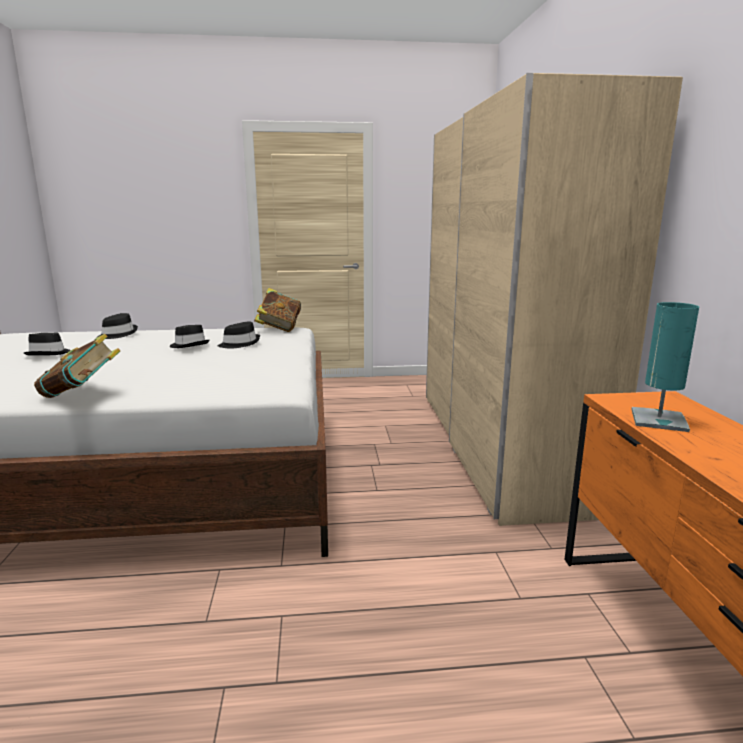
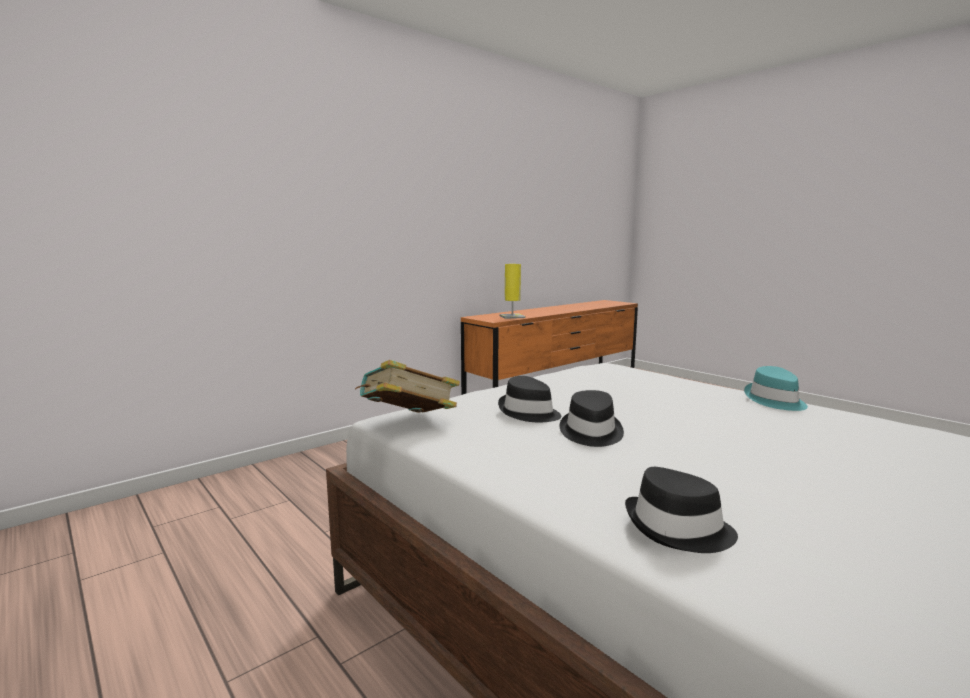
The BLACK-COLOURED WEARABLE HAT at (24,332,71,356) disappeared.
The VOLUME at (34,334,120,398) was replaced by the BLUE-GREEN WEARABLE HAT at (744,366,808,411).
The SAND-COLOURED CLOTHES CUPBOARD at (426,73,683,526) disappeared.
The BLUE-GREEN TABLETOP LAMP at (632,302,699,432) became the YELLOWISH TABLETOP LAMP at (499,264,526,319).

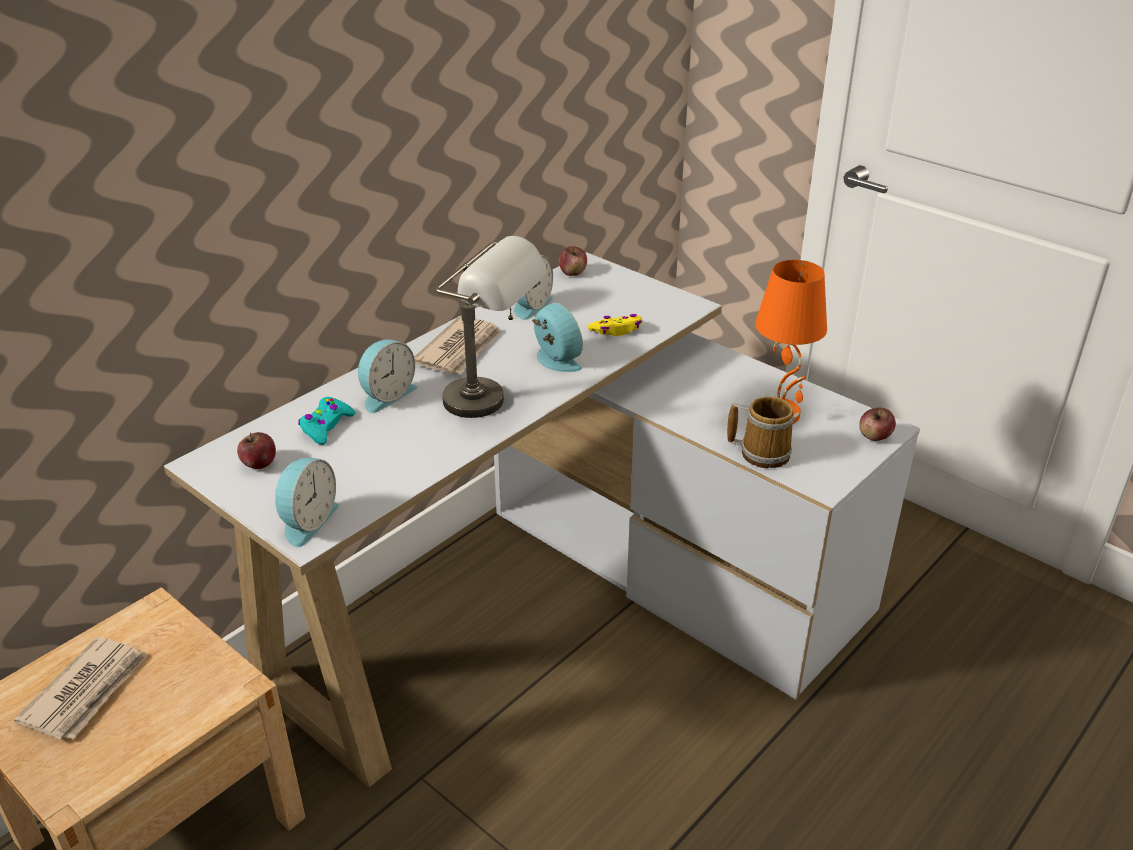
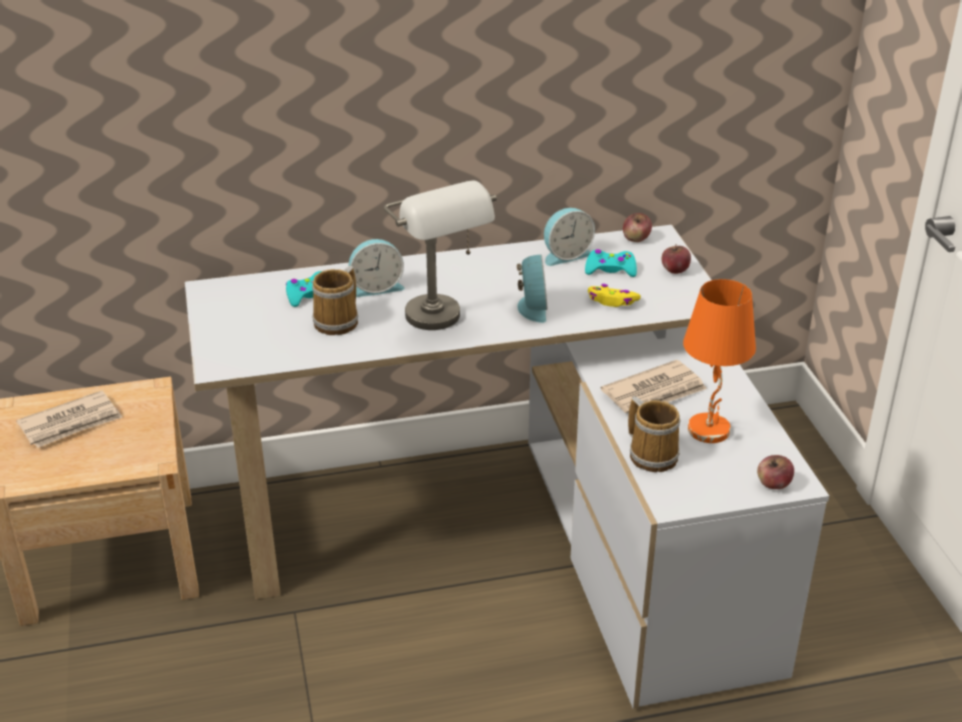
The APPLE moved from (237,432,276,469) to (662,244,691,274).
The ALARM CLOCK at (275,458,339,547) disappeared.
The PRINTED PAPER moved from (414,316,501,374) to (601,360,707,413).
The TEA MUG at (312,266,358,335) appeared.
The BLUE-GREEN JOYPAD at (585,249,637,277) appeared.

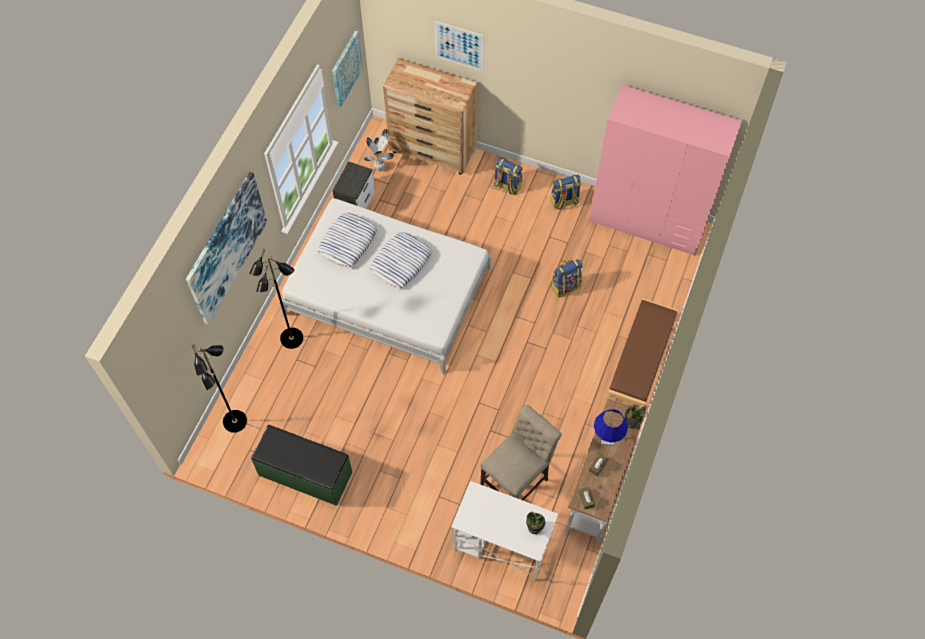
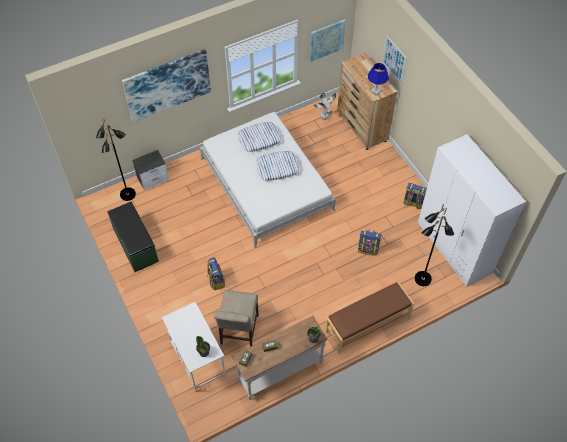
The BLACK-COLOURED FLOOR LAMP moved from (249,248,303,349) to (415,208,454,286).
The NIGHT TABLE moved from (332,161,375,208) to (132,150,169,190).
The SAND-COLOURED PLAIN CHAIR at (480,405,562,501) turned 105 degrees clockwise.
The KNAPSACK moved from (494,157,523,195) to (207,257,225,290).
The PINKISH CLOTHES CUPBOARD at (589,84,742,256) became the WHITE CLOTHES CUPBOARD at (418,134,526,287).
The BLUISH TABLETOP LAMP moved from (594,409,628,446) to (368,63,389,95).

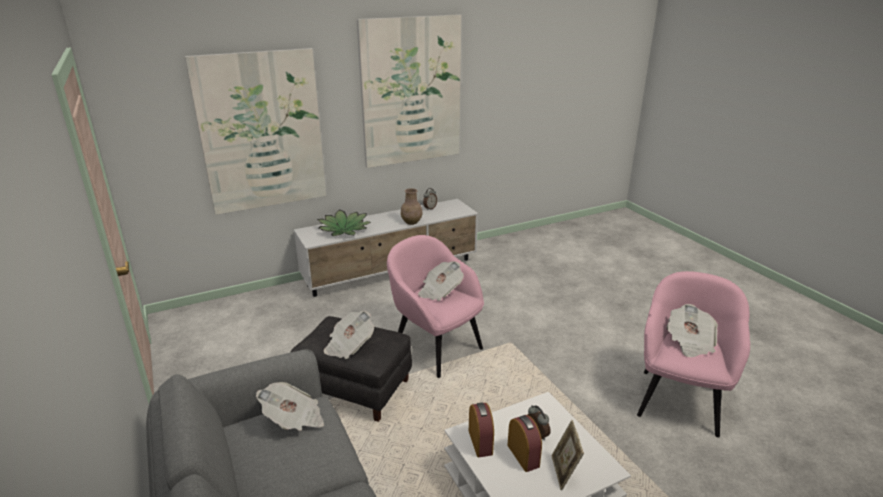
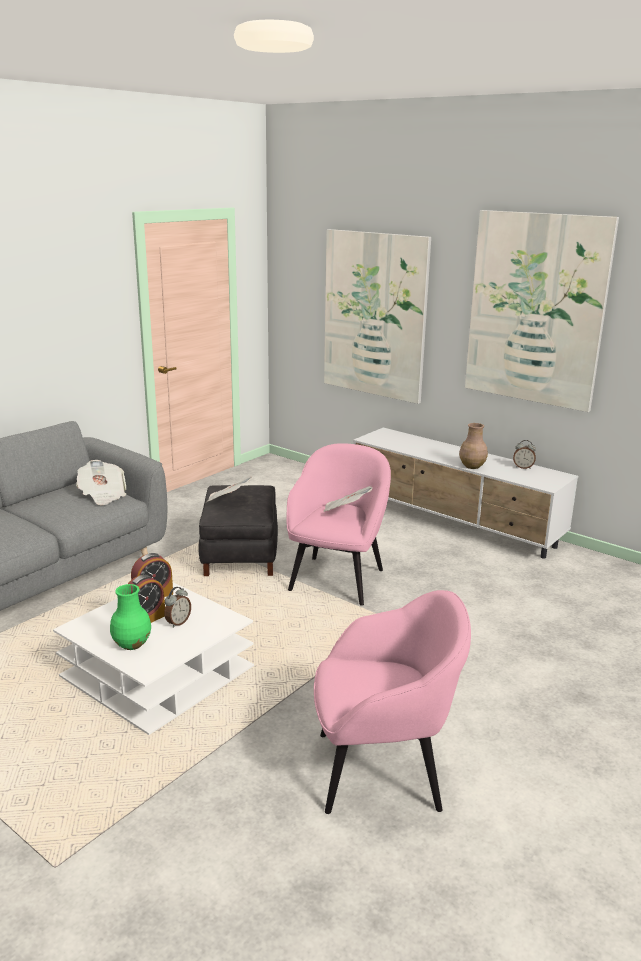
The PLANT IN A POT at (317,209,371,236) disappeared.
The PICTURE FRAME at (551,420,584,490) was replaced by the GREENISH VASE at (110,584,151,650).
The PRINTED PAPER at (667,304,718,357) disappeared.

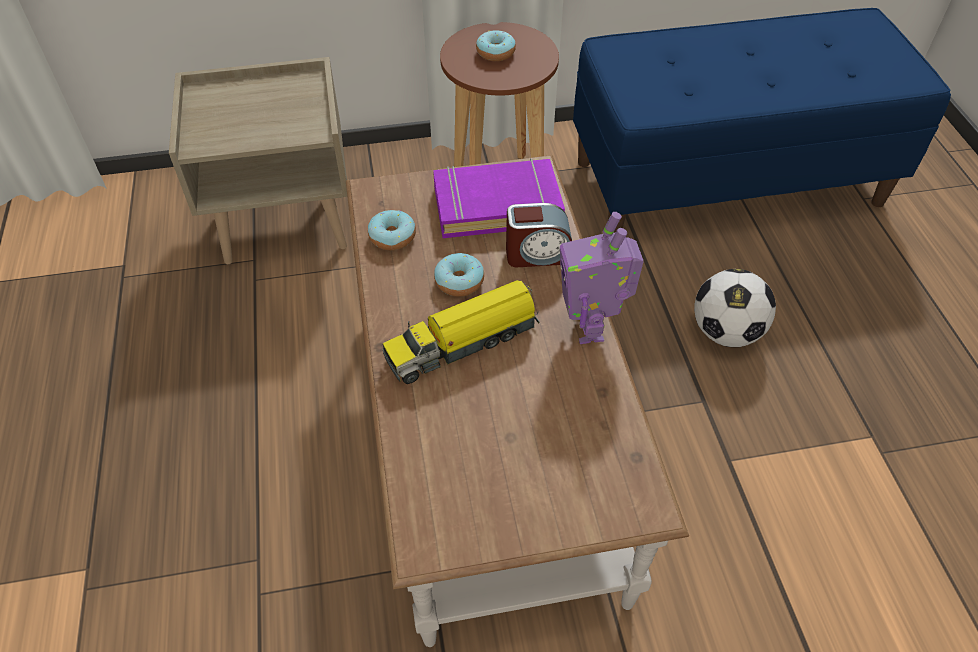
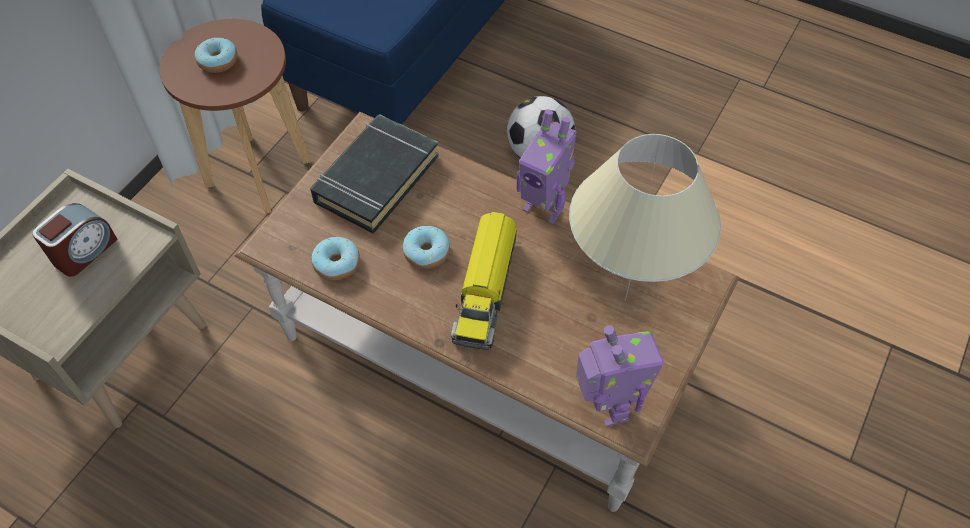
The PURPLE-COLOURED VOLUME at (433,158,565,238) became the BLACK-COLOURED VOLUME at (310,114,439,234).
The ALARM CLOCK moved from (506,203,572,267) to (33,203,118,277).
The SAND-COLOURED TABLETOP LAMP at (569,134,721,301) appeared.
The TOY ROBOT at (576,325,664,427) appeared.

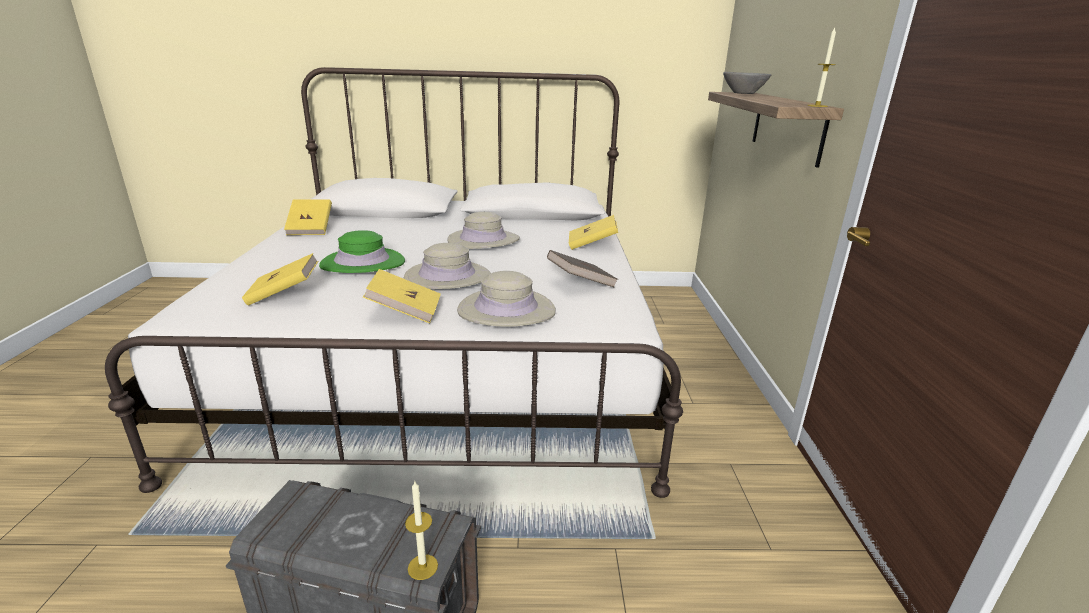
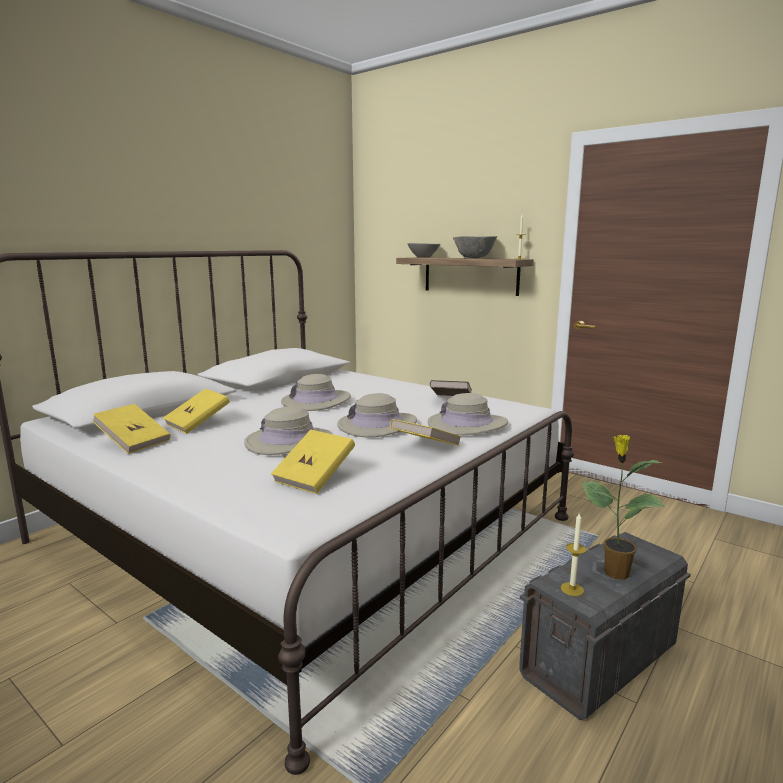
The GREENISH WEARABLE HAT at (319,230,405,273) became the SAND-COLOURED WEARABLE HAT at (244,407,332,455).
The WAX CANDLE moved from (405,480,438,580) to (561,512,586,596).
The YELLOWISH VOLUME moved from (569,215,618,250) to (163,389,230,434).
The GREY BOWL at (453,236,497,258) appeared.
The PLANT IN A POT at (582,435,665,580) appeared.

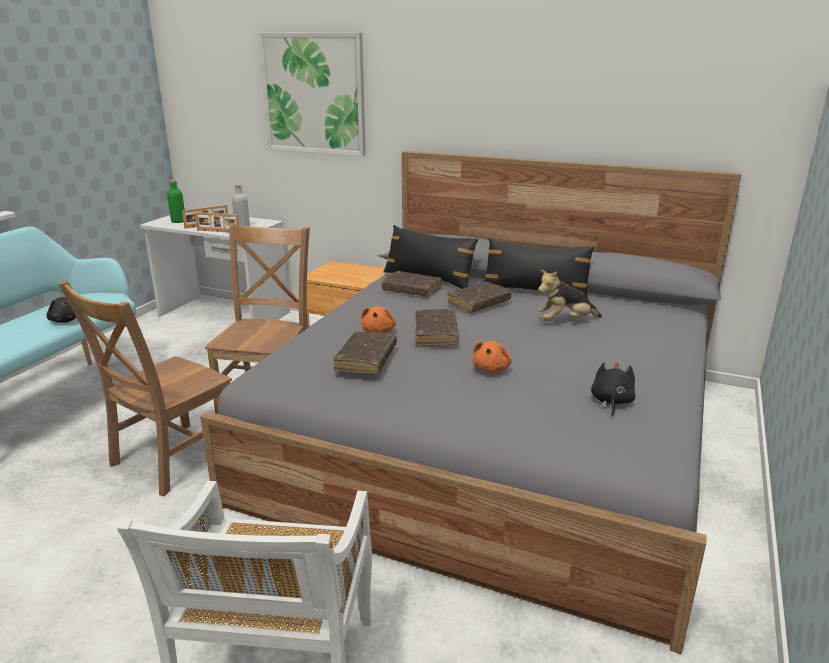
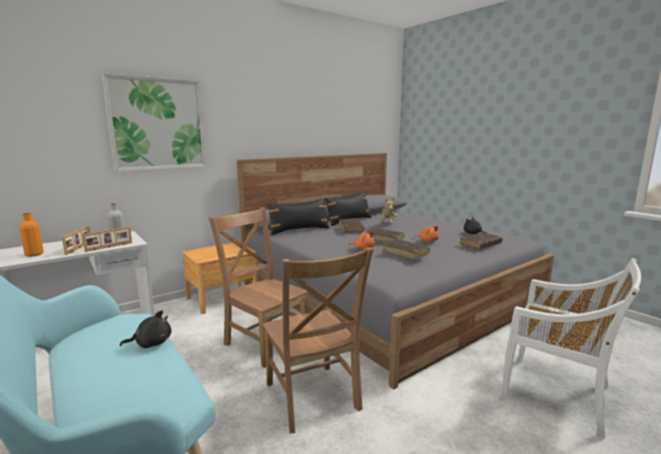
The GREENISH DRINK BOTTLE at (167,180,185,223) became the ORANGEY DRINK BOTTLE at (19,212,44,257).
The BROWNISH VOLUME moved from (382,271,442,297) to (460,232,503,249).

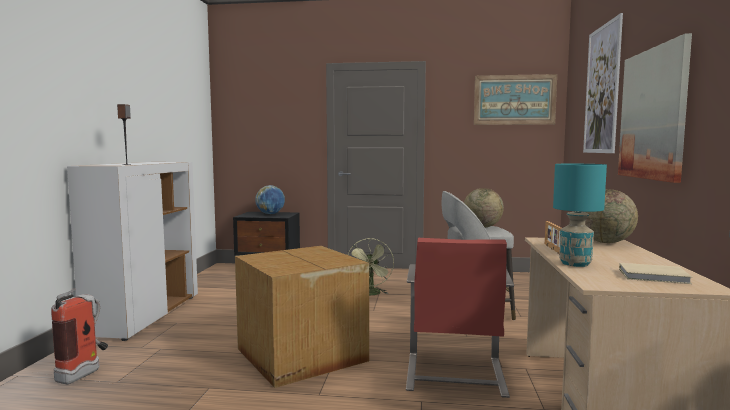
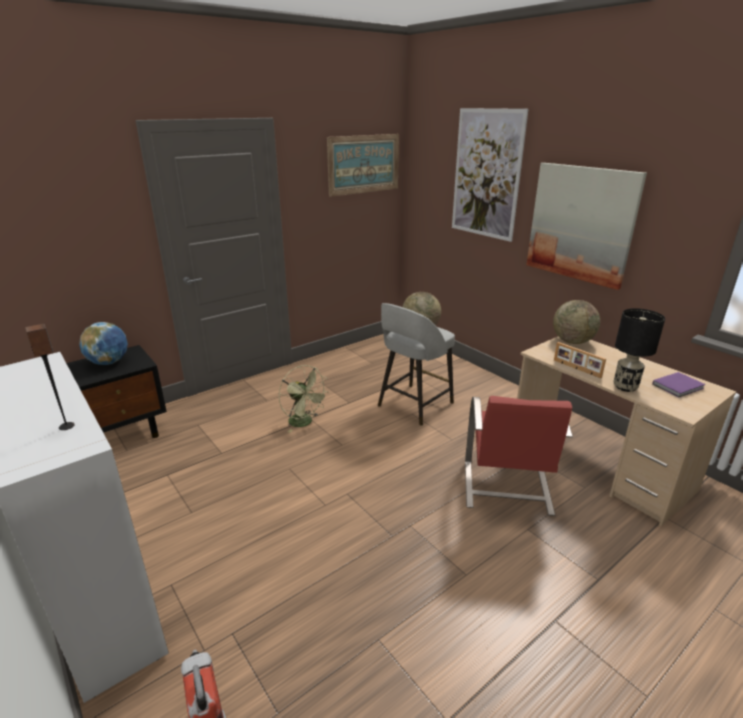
The CARTON at (235,246,369,388) disappeared.
The RED PLAIN CHAIR at (406,238,514,398) turned 45 degrees clockwise.
The BLUE-GREEN TABLETOP LAMP at (553,164,607,267) became the BLACK-COLOURED TABLETOP LAMP at (613,308,665,392).
The SAND-COLOURED VOLUME at (619,263,692,284) became the PURPLE-COLOURED VOLUME at (652,372,706,397).

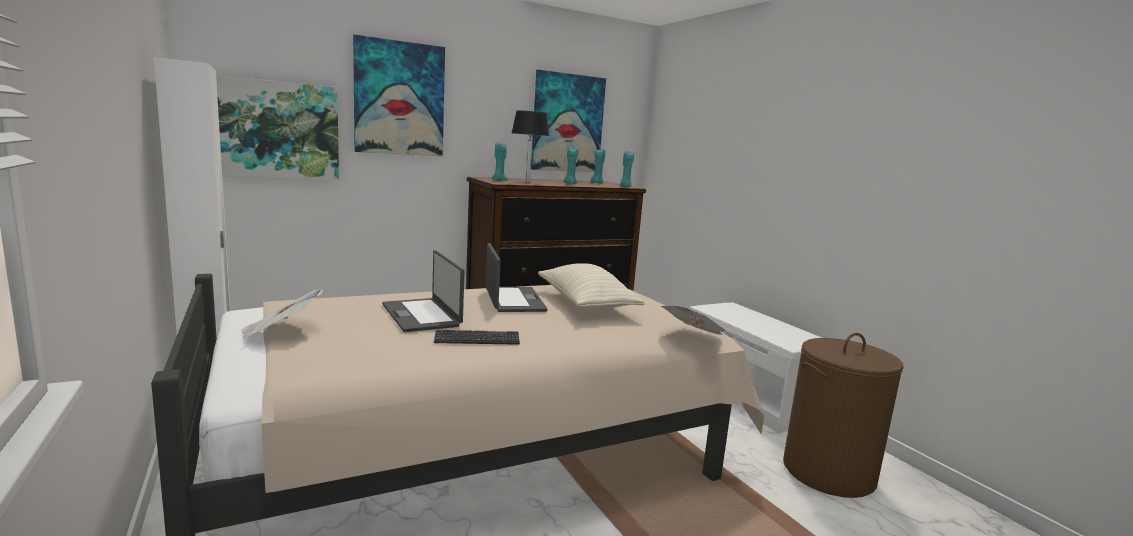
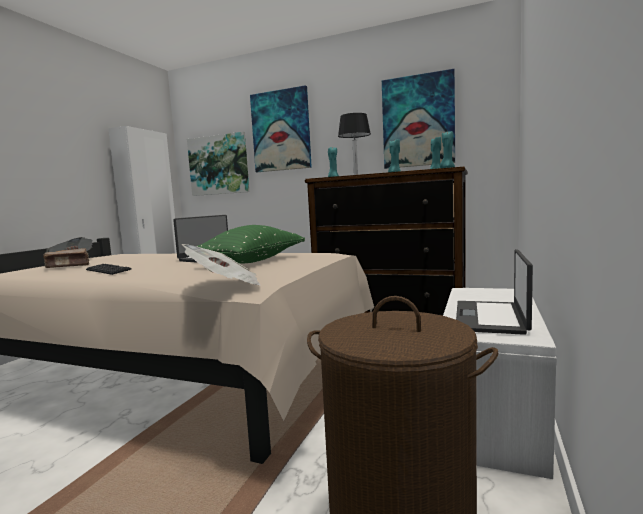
The LAPTOP moved from (382,250,465,332) to (456,249,533,335).
The SAND-COLOURED PILLOW at (538,263,645,309) became the GREENISH PILLOW at (197,225,305,263).
The BROWNISH VOLUME at (43,248,89,268) appeared.

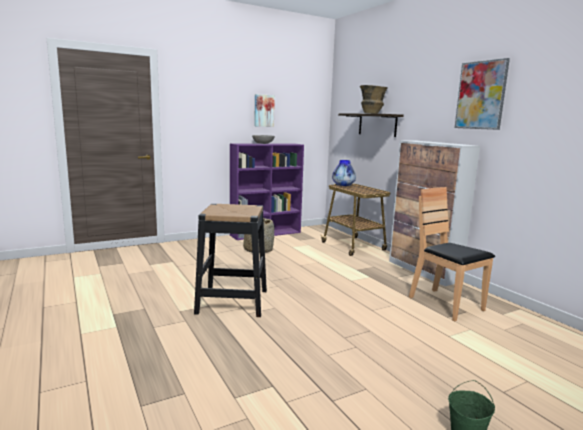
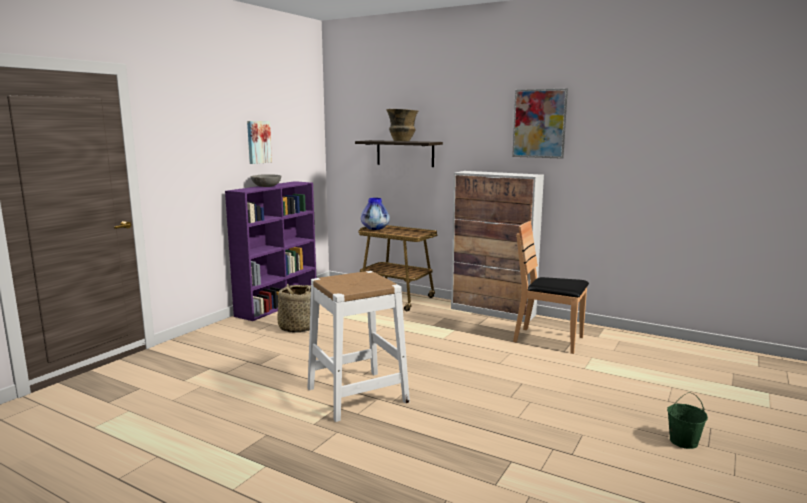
The BLACK-COLOURED SITTING STOOL at (194,204,267,317) became the WHITE SITTING STOOL at (308,271,410,422).

